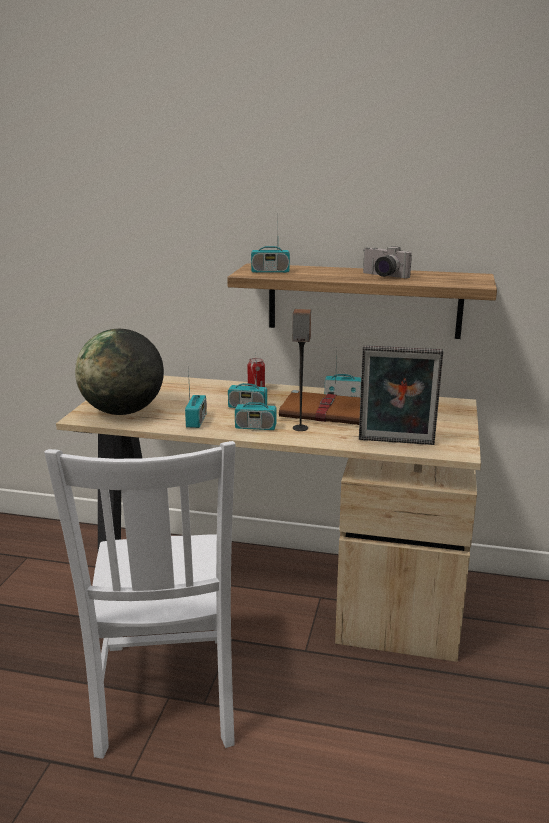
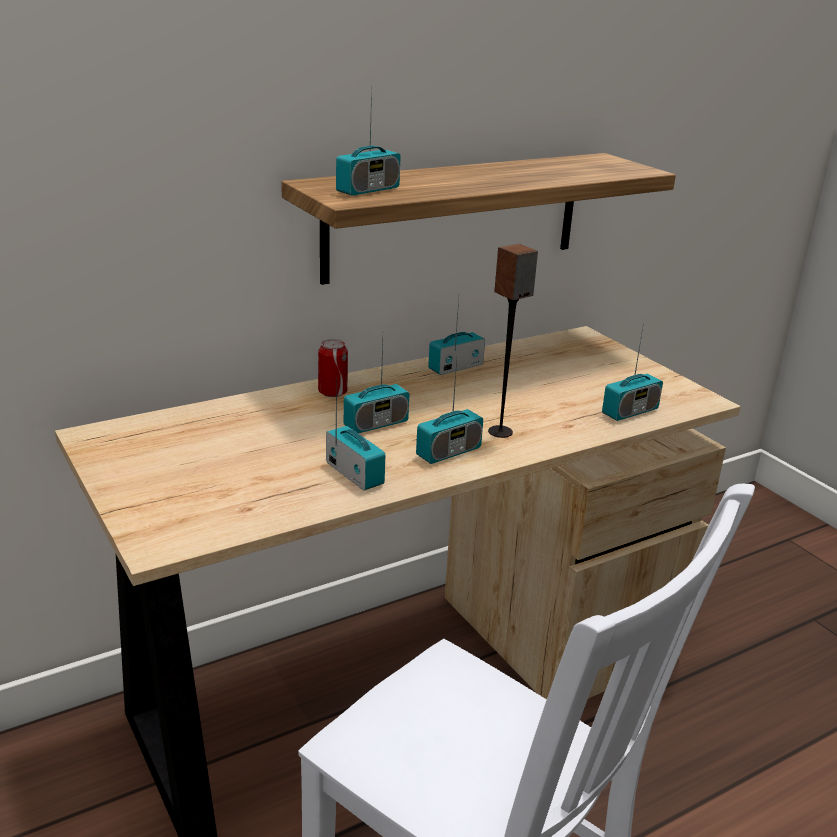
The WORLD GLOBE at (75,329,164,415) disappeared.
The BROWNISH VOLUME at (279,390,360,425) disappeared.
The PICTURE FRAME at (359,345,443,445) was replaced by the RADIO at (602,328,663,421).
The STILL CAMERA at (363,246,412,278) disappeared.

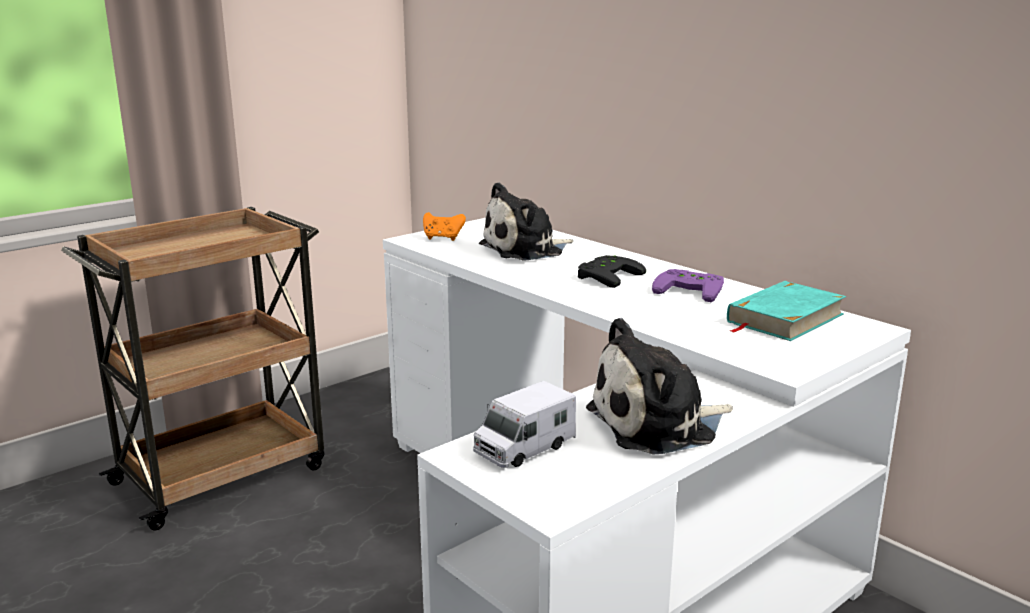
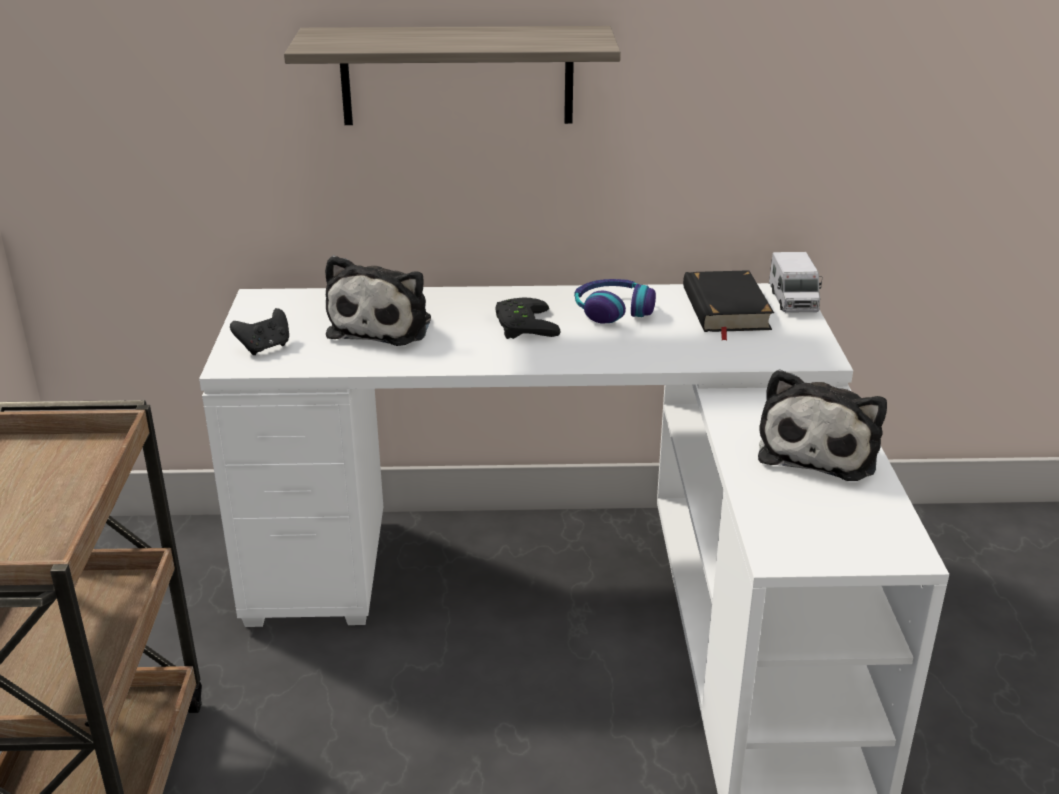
The ORANGEY JOYPAD at (423,212,466,241) became the BLACK-COLOURED JOYPAD at (230,308,289,355).
The TOY TRUCK moved from (473,381,576,468) to (769,252,822,313).
The PURPLE-COLOURED JOYPAD at (652,269,724,302) was replaced by the PAIR OF HEADPHONES at (574,279,656,324).
The BLUE-GREEN VOLUME at (727,281,846,341) became the BLACK-COLOURED VOLUME at (683,270,774,341).
The SHELF at (284,26,621,125) appeared.

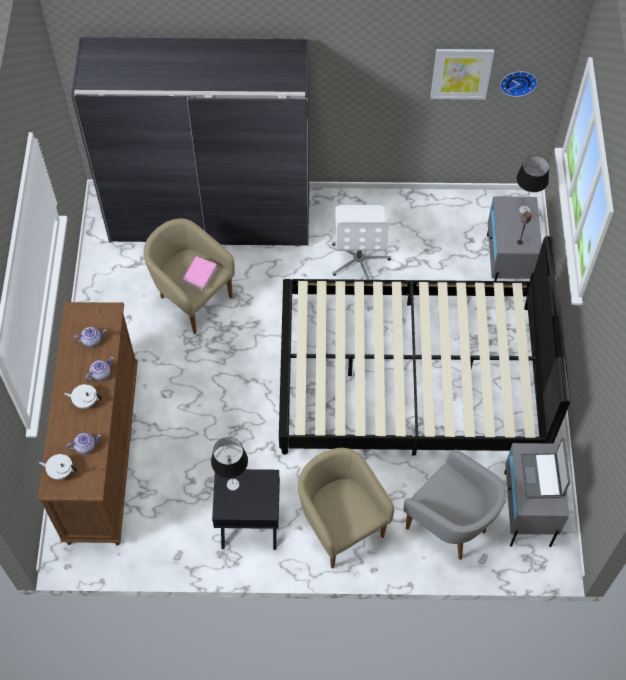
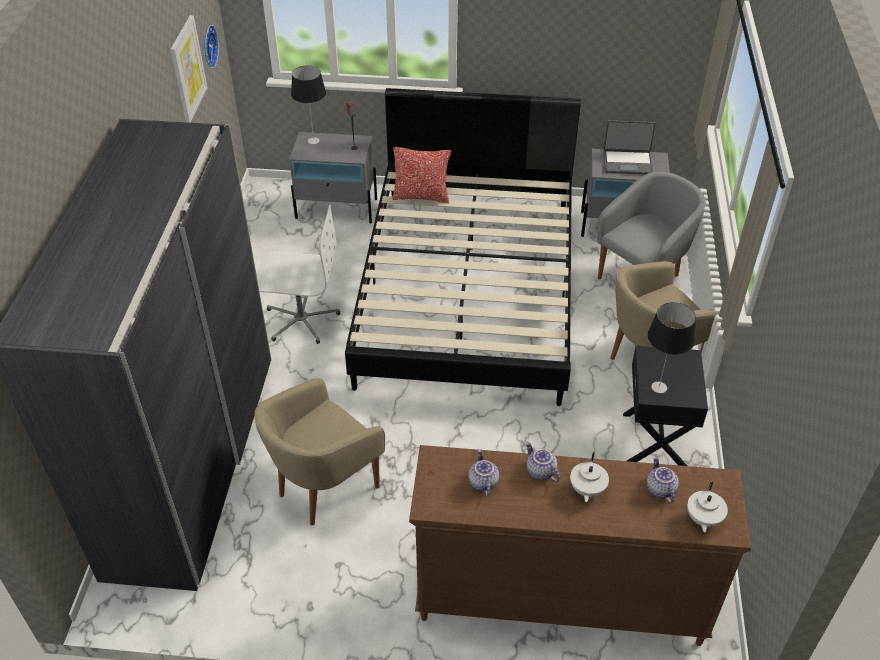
The PINKISH VOLUME at (182,256,217,291) disappeared.
The PILLOW at (392,147,451,204) appeared.

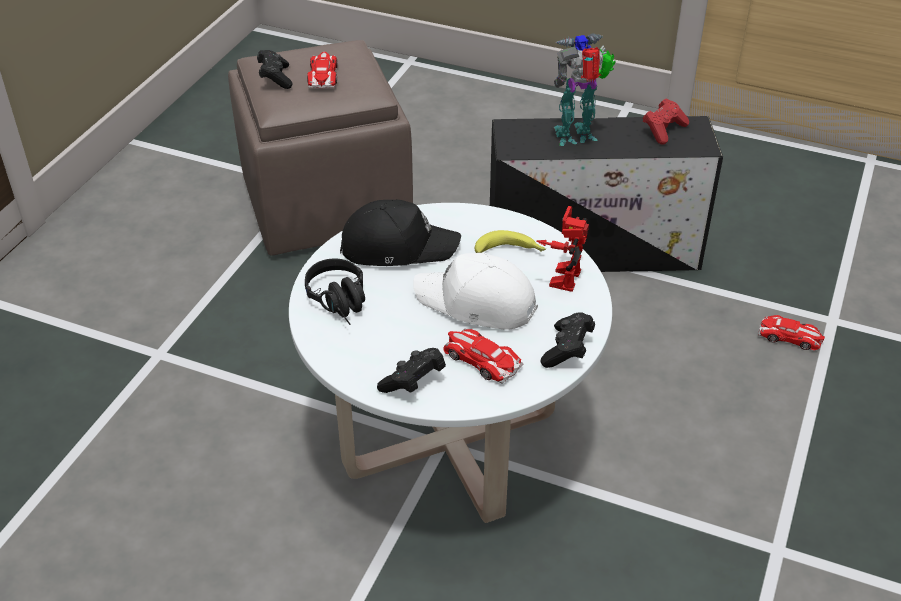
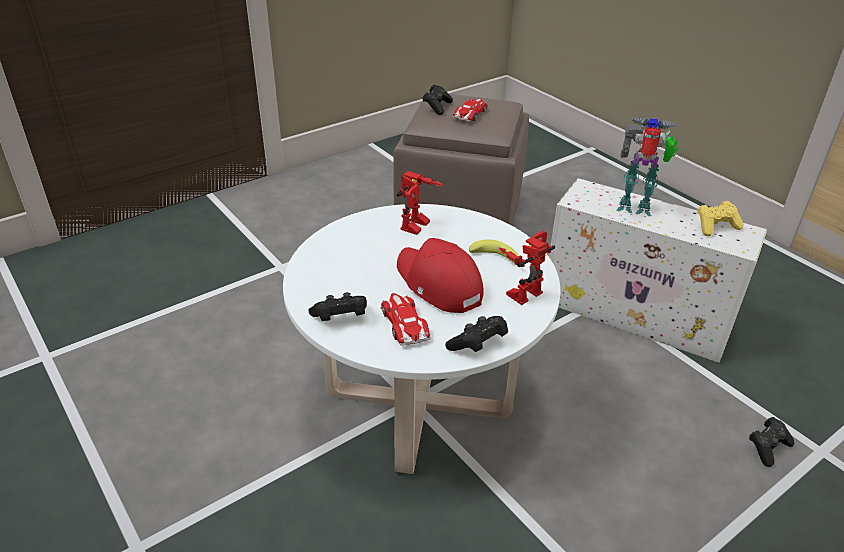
The BLACK-COLOURED PAIR OF HEADPHONES at (305,258,365,325) disappeared.
The BLACK-COLOURED BASEBALL CAP at (340,199,461,266) was replaced by the TOY ROBOT at (397,171,443,235).
The WHITE BASEBALL CAP at (414,253,538,330) became the RED BASEBALL CAP at (397,238,484,313).
The BLACK-COLOURED STORAGE BOX at (490,116,723,272) became the WHITE STORAGE BOX at (549,179,767,363).
The RED JOYPAD at (643,99,689,145) became the YELLOWISH JOYPAD at (697,201,744,236).
The MINIATURE CAR at (758,315,825,350) was replaced by the BLACK-COLOURED JOYPAD at (749,417,794,467).

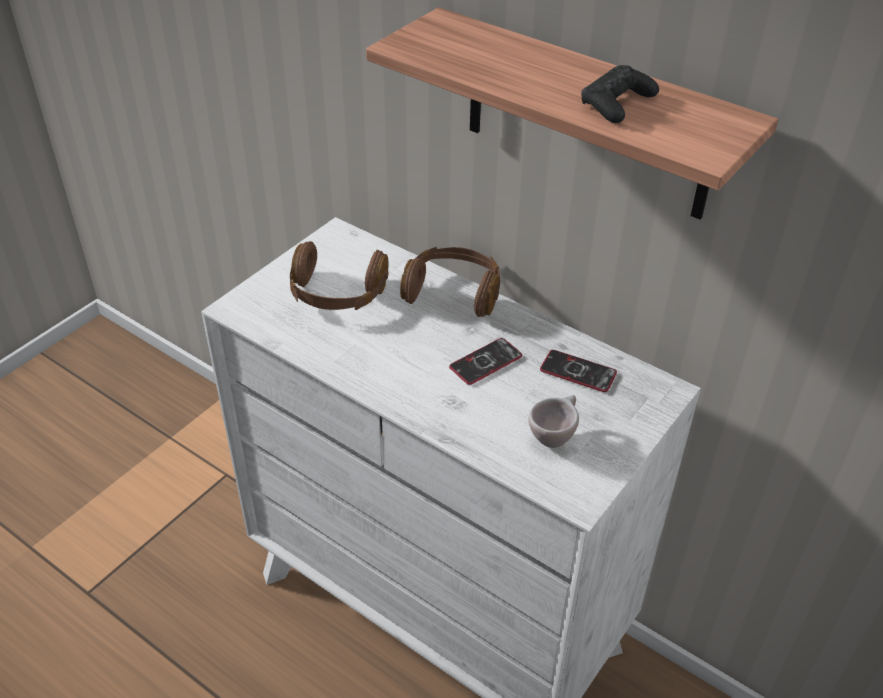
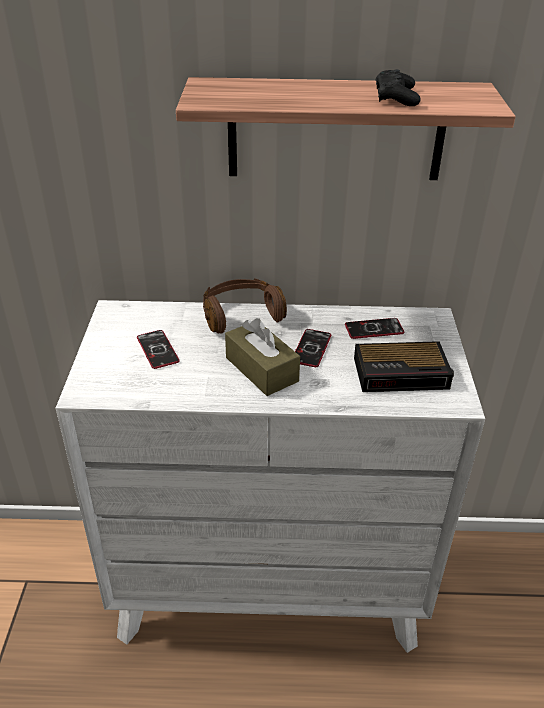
The BROWNISH PAIR OF HEADPHONES at (290,241,389,310) was replaced by the TELEPHONE at (137,330,180,369).
The SAND-COLOURED CUP at (529,395,579,448) was replaced by the ALARM CLOCK at (354,341,454,392).
The BROWNISH BOX OF TISSUES at (225,318,300,396) appeared.

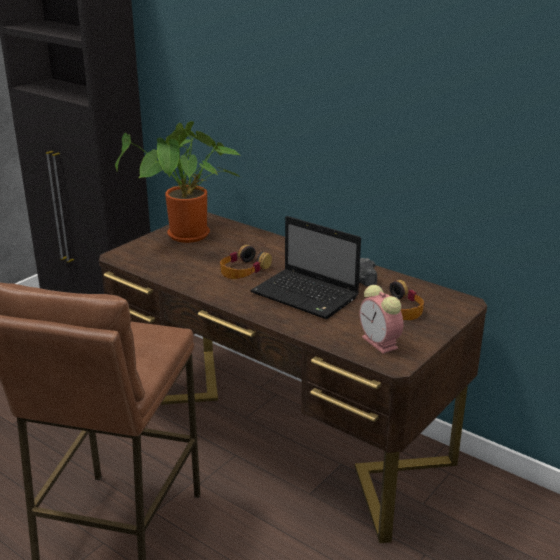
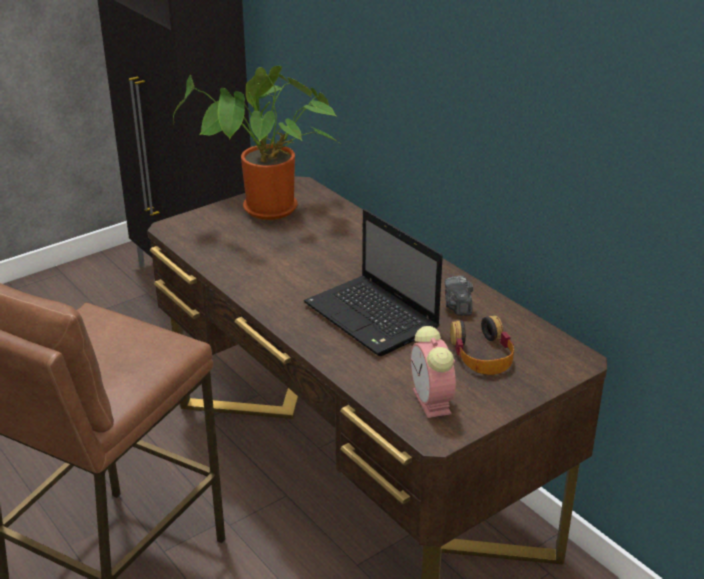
The PAIR OF HEADPHONES at (220,245,272,279) disappeared.

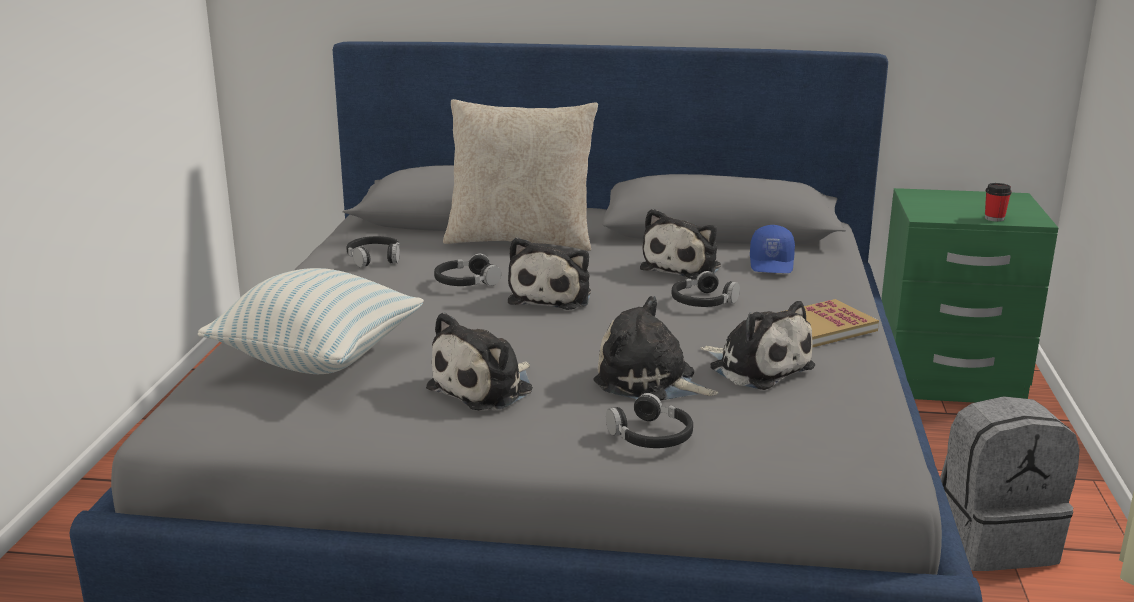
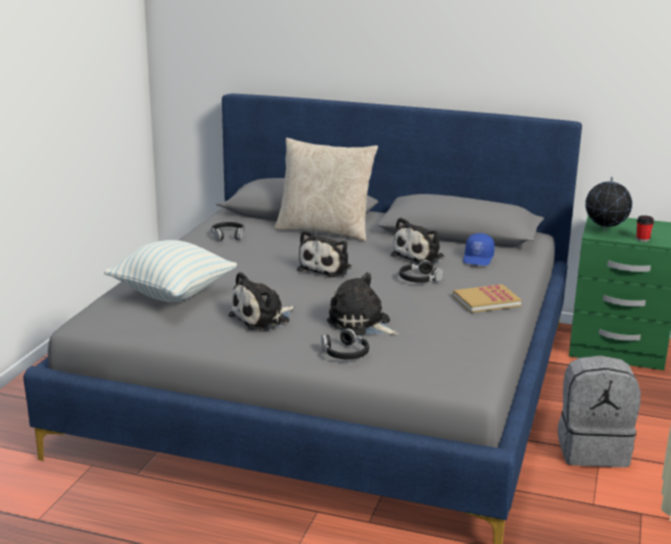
The BLACK-COLOURED PAIR OF HEADPHONES at (434,253,501,286) disappeared.
The PLUSH TOY at (700,301,815,390) disappeared.
The WORLD GLOBE at (585,176,632,232) appeared.

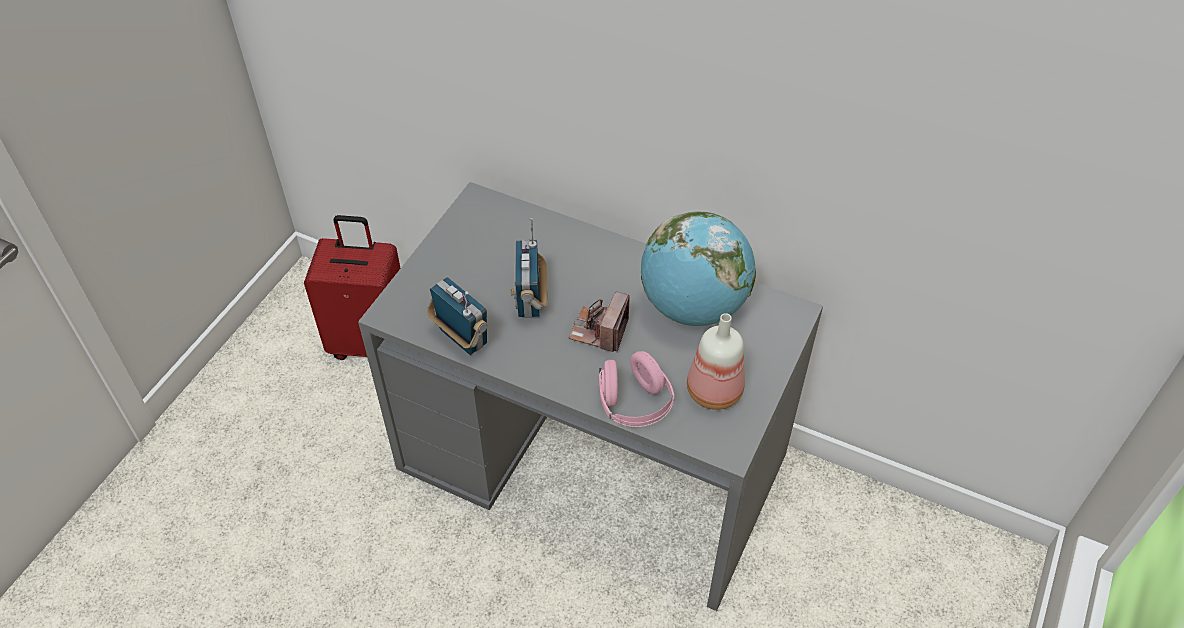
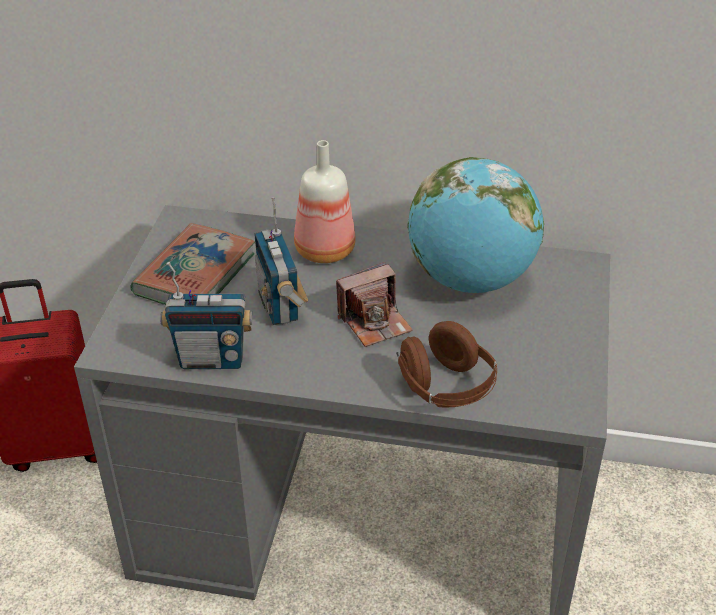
The RADIO at (427,277,487,355) turned 150 degrees clockwise.
The STILL CAMERA at (569,291,630,353) turned 120 degrees counterclockwise.
The PINKISH PAIR OF HEADPHONES at (599,351,675,427) became the BROWNISH PAIR OF HEADPHONES at (396,321,497,407).
The DRINK BOTTLE moved from (687,313,745,410) to (294,140,356,263).
The VOLUME at (130,223,255,305) appeared.

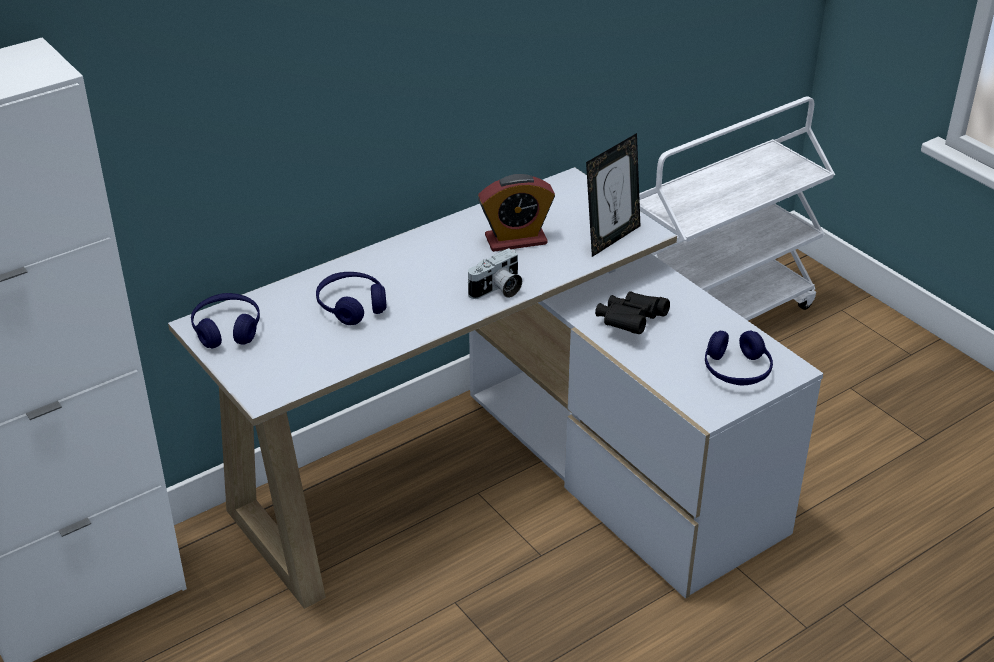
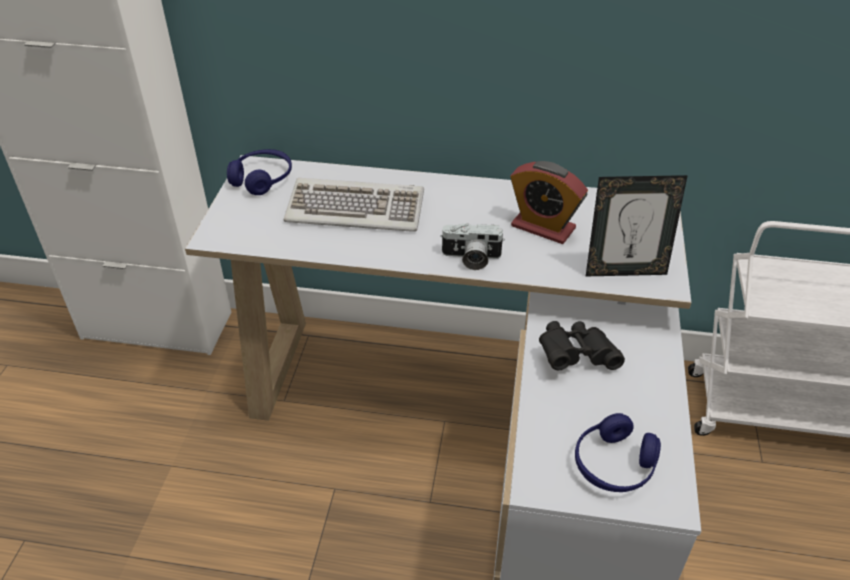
The BLUISH PAIR OF HEADPHONES at (316,272,387,325) was replaced by the KEYBOARD at (283,178,424,232).

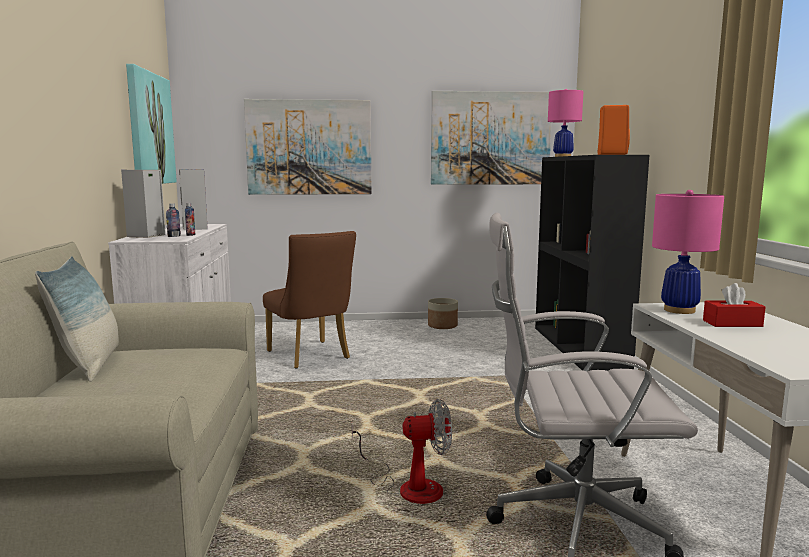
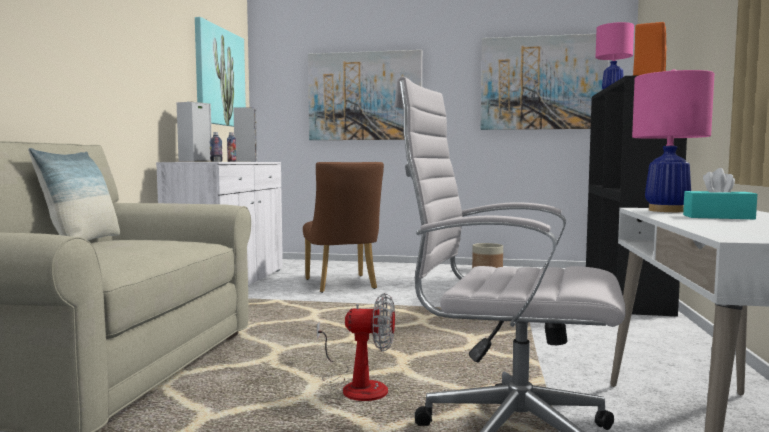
The RED BOX OF TISSUES at (703,283,766,327) became the BLUE-GREEN BOX OF TISSUES at (683,168,757,219).

